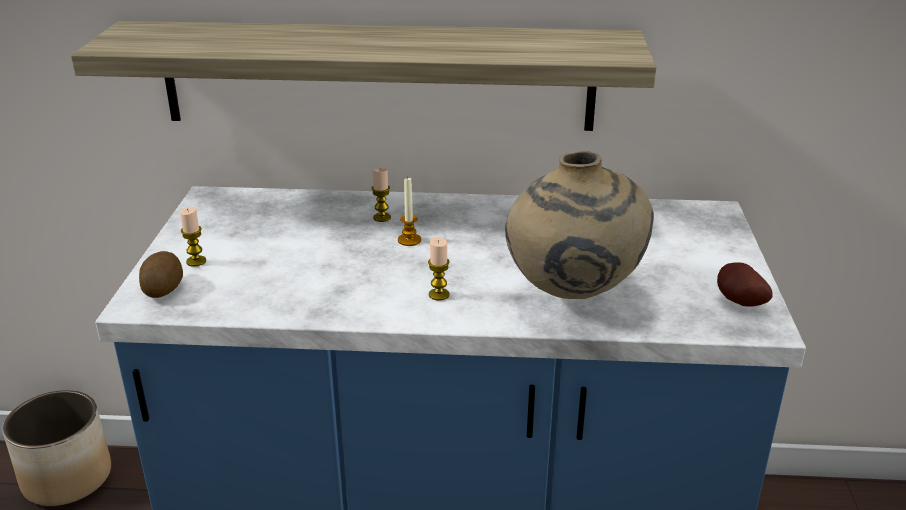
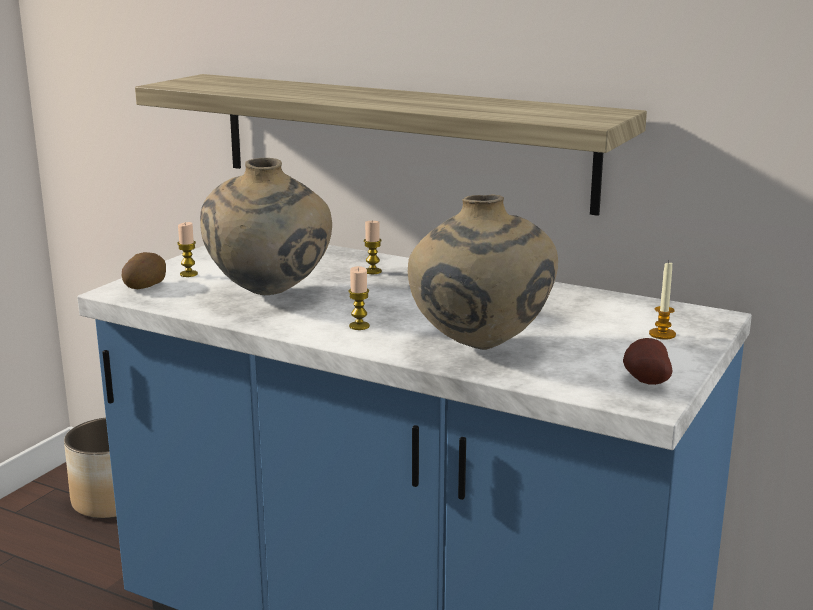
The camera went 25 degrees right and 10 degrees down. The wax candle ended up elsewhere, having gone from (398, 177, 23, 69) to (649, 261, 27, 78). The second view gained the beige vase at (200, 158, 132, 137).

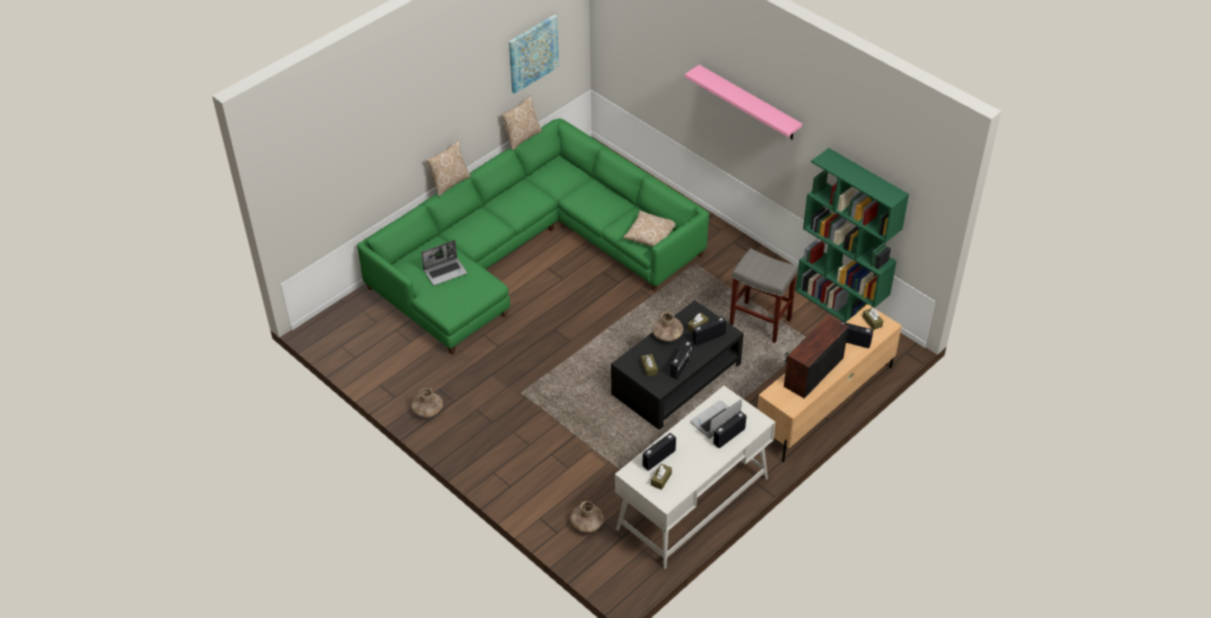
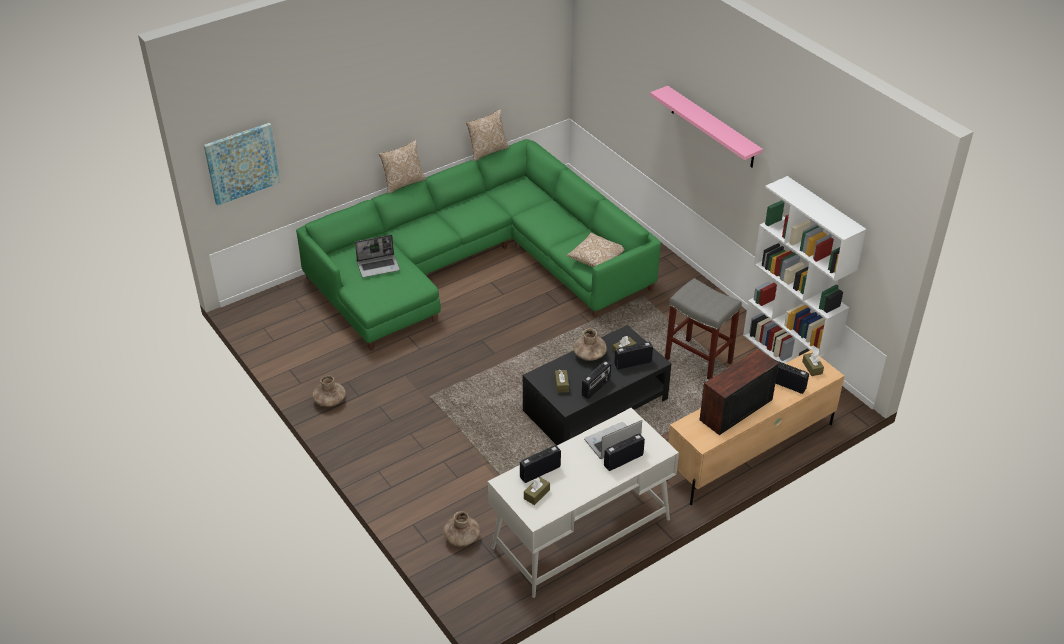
The camera went 10 degrees right and 5 degrees down. The wall picture ended up elsewhere, having gone from (509, 15, 50, 79) to (204, 123, 76, 83). What was the green bookcase at (796, 148, 113, 174) turned into the whitish bookcase at (743, 176, 123, 188).

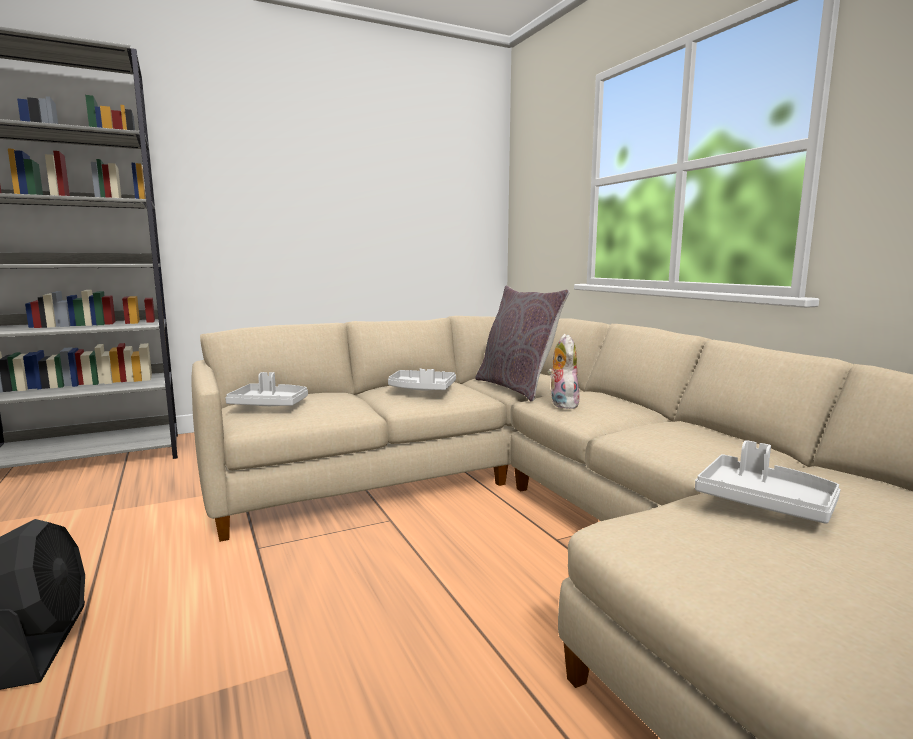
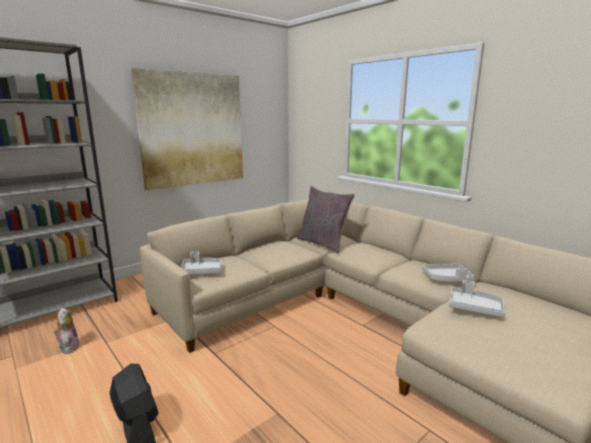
The camera went 15 degrees left and 5 degrees up. The soft toy ended up elsewhere, having gone from (548, 334, 32, 75) to (53, 307, 27, 47). The gray carrying tray ended up elsewhere, having gone from (388, 369, 68, 21) to (422, 264, 53, 18). The second view gained the wall picture at (131, 68, 112, 122).

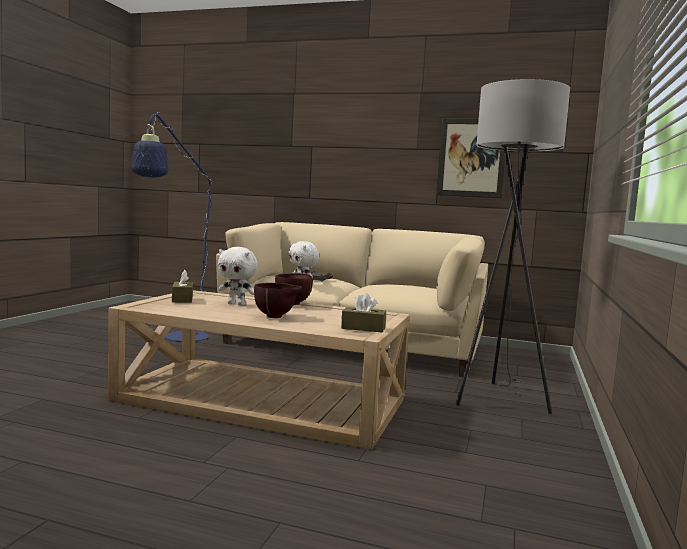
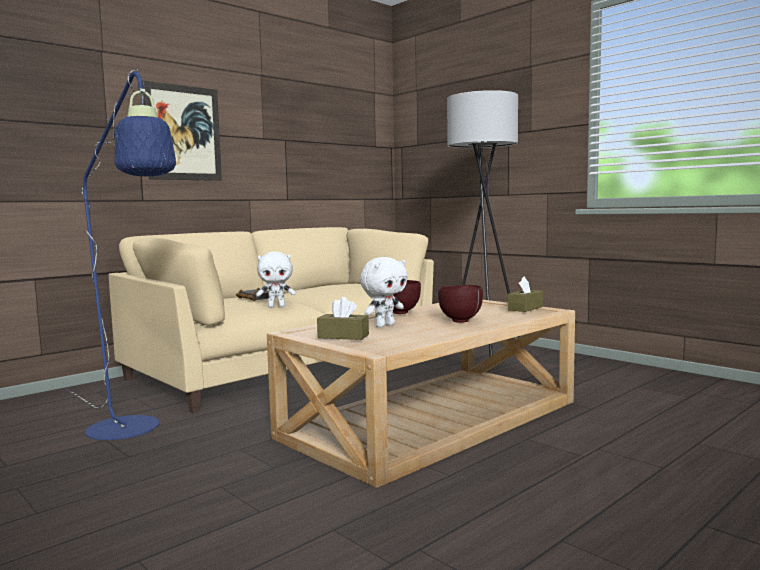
The camera went 60 degrees left and 0 degrees up. The wall picture ended up elsewhere, having gone from (437, 118, 68, 80) to (143, 80, 79, 101).

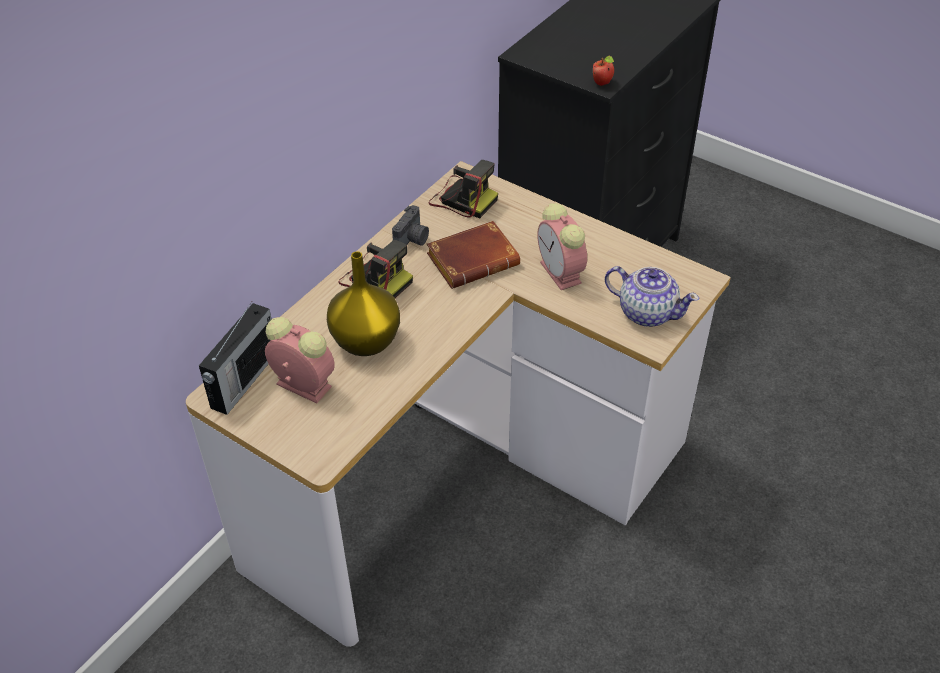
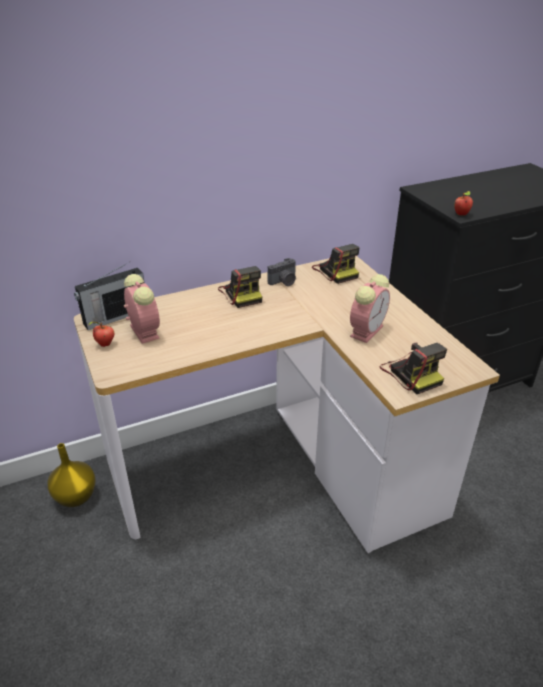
The camera went 30 degrees right and 10 degrees down. The alarm clock at (537, 203, 50, 87) ended up facing another way, 150 degrees counterclockwise from before. The second view lost the brown volume at (427, 221, 93, 68). The yellowish vase ended up elsewhere, having gone from (327, 251, 73, 105) to (48, 443, 48, 64). Where the pot for tea stood at (605, 266, 94, 61), the photo camera came to stand at (380, 342, 67, 52). The second view gained the whole apple at (88, 321, 26, 26).

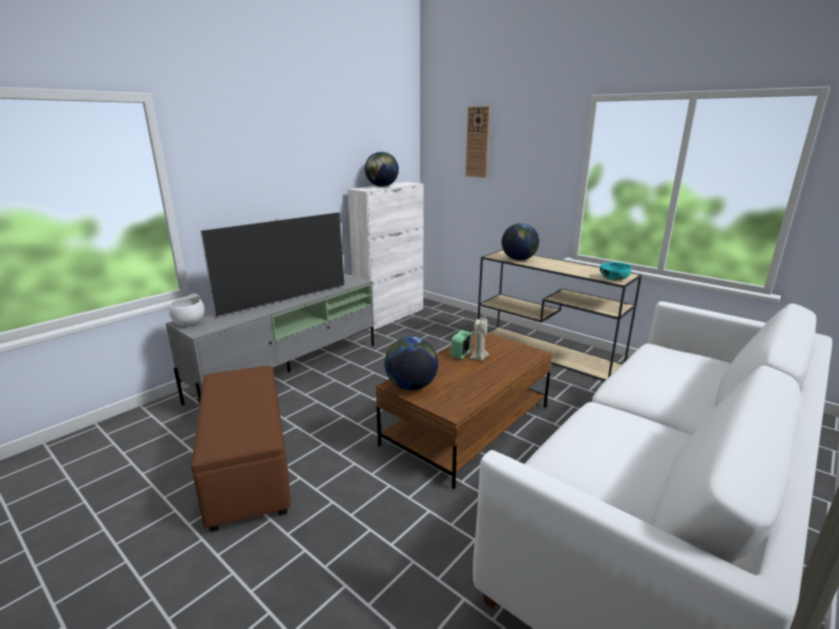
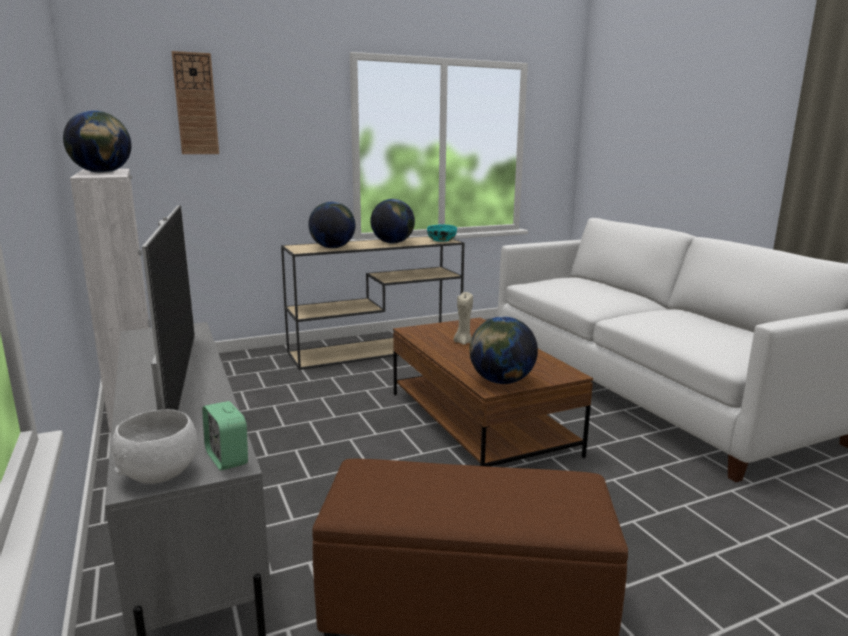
The camera went 65 degrees left and 5 degrees down. The alarm clock ended up elsewhere, having gone from (450, 330, 22, 29) to (202, 401, 46, 70). The second view gained the desk globe at (370, 199, 45, 44).

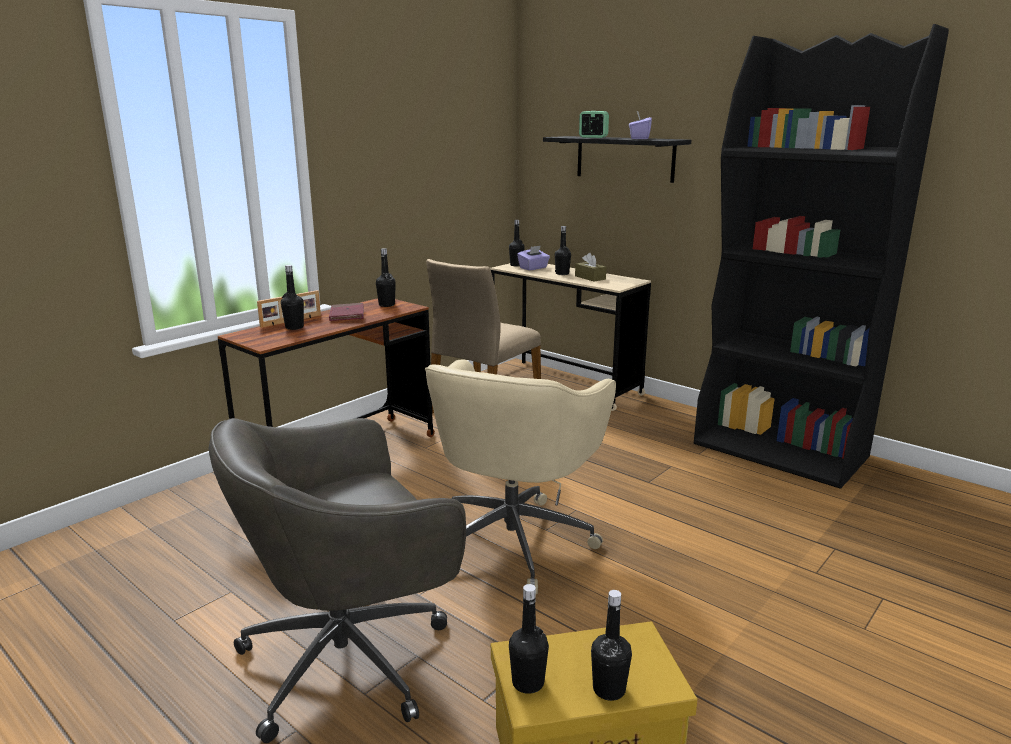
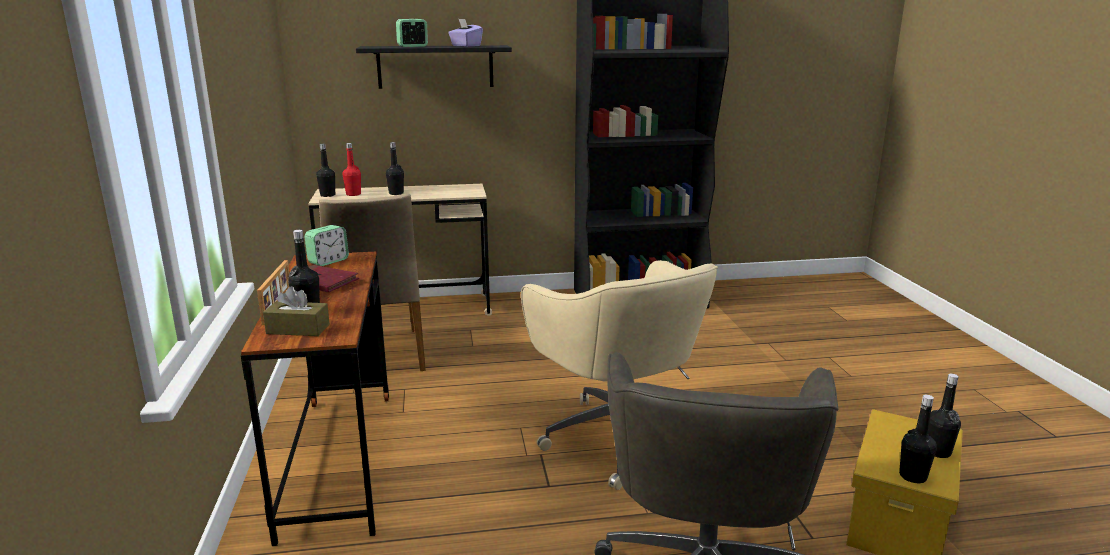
The camera went 50 degrees left and 0 degrees up. Where the purple tissue holder stood at (517, 246, 33, 24), the red-coloured beverage bottle came to stand at (342, 143, 19, 53). Where the blackish beverage bottle stood at (376, 248, 20, 59), the alarm clock came to stand at (305, 225, 44, 41). The brown tissue holder ended up elsewhere, having gone from (575, 253, 31, 28) to (263, 286, 67, 50).

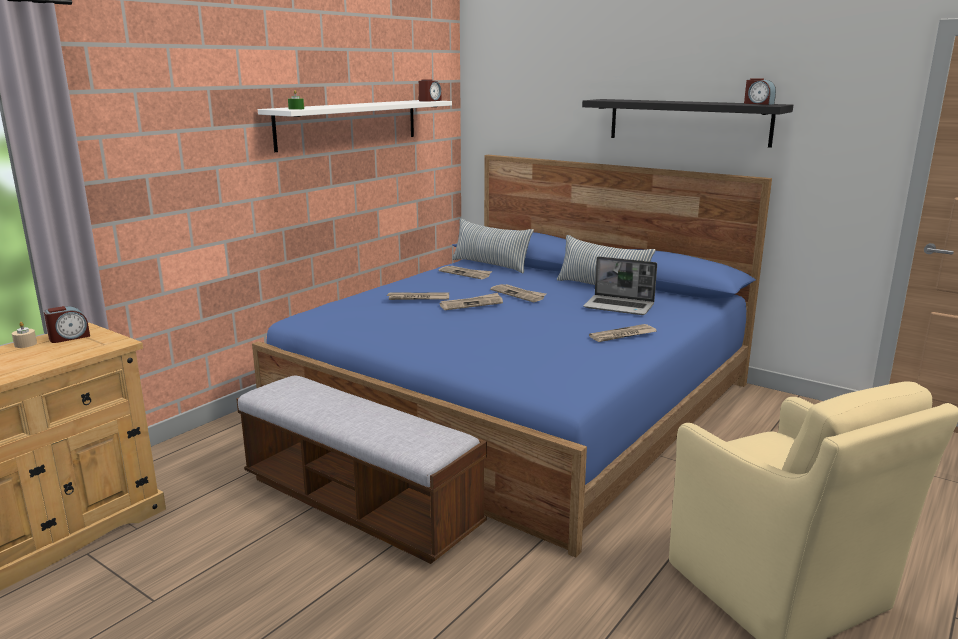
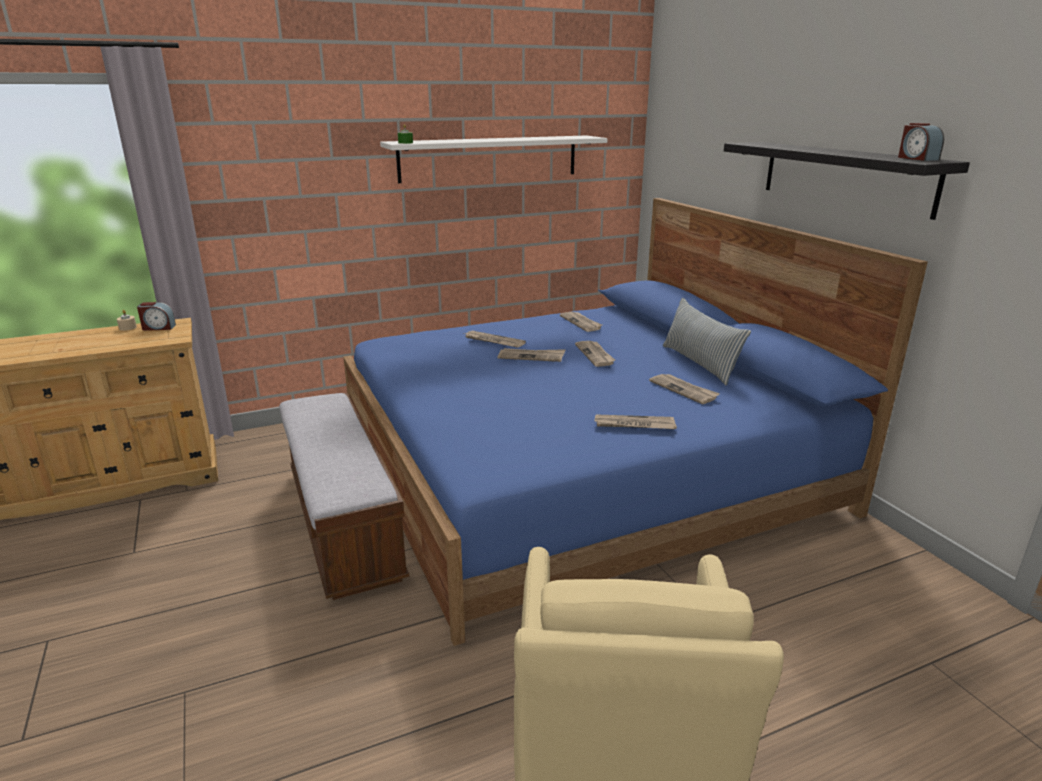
The camera went 30 degrees right and 5 degrees up. The second view lost the alarm clock at (419, 79, 22, 23). The second view lost the cushion at (452, 218, 82, 56). Where the notebook computer stood at (583, 256, 74, 59), the printed paper came to stand at (649, 374, 71, 30).

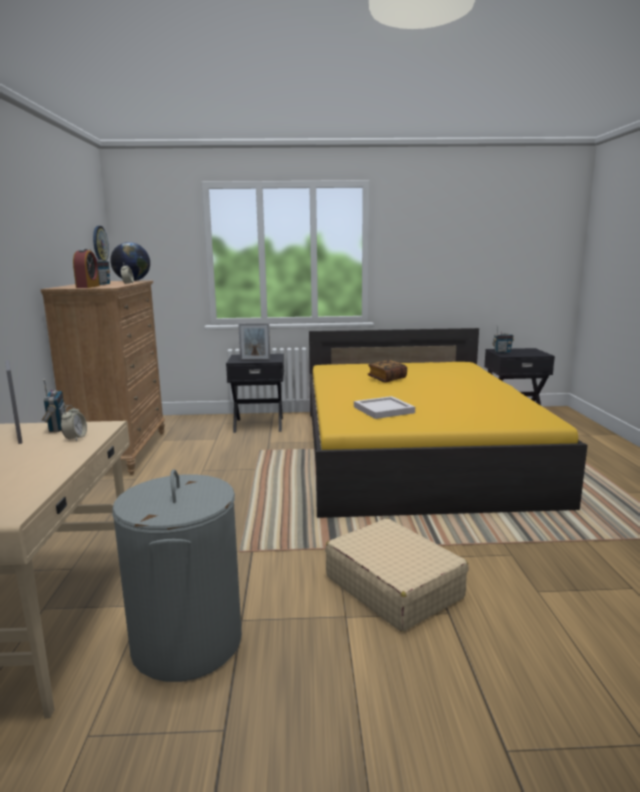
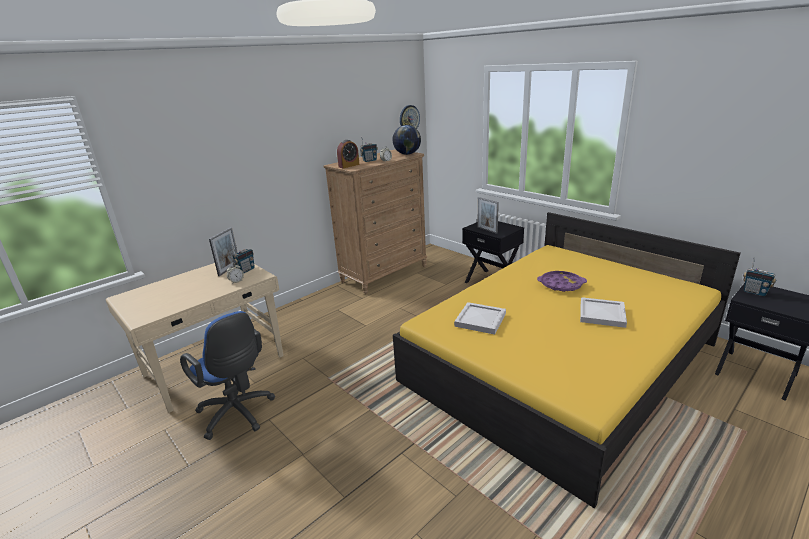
The camera went 50 degrees right and 10 degrees up. Where the volume stood at (368, 360, 39, 23), the purple carrying tray came to stand at (537, 271, 50, 21). Where the gray washing basket stood at (112, 470, 130, 212), the blue computer chair came to stand at (180, 311, 95, 129). The second view lost the beige suitcase at (325, 518, 144, 114). The second view gained the whitish carrying tray at (580, 297, 47, 31).

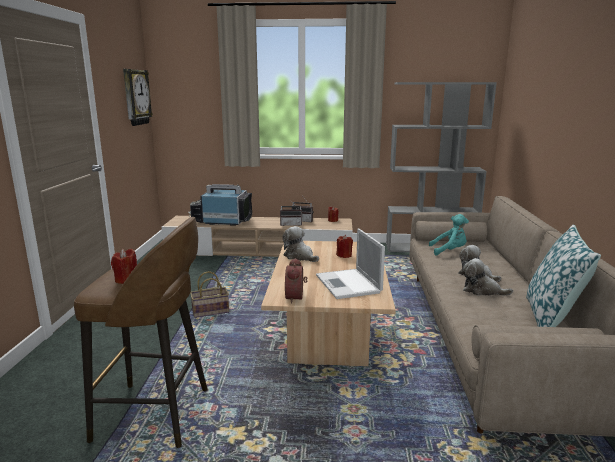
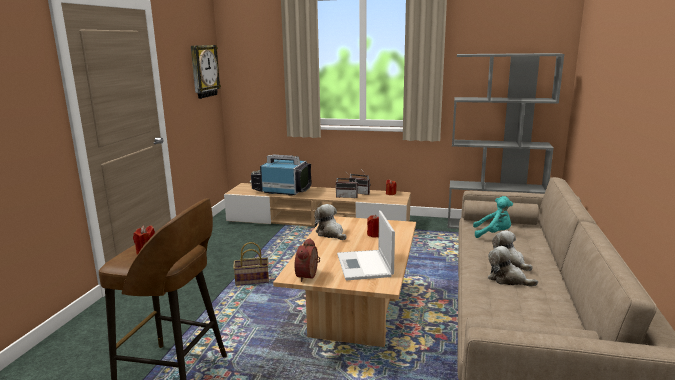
The camera went 10 degrees right and 0 degrees up. The second view lost the cushion at (526, 225, 75, 102).

